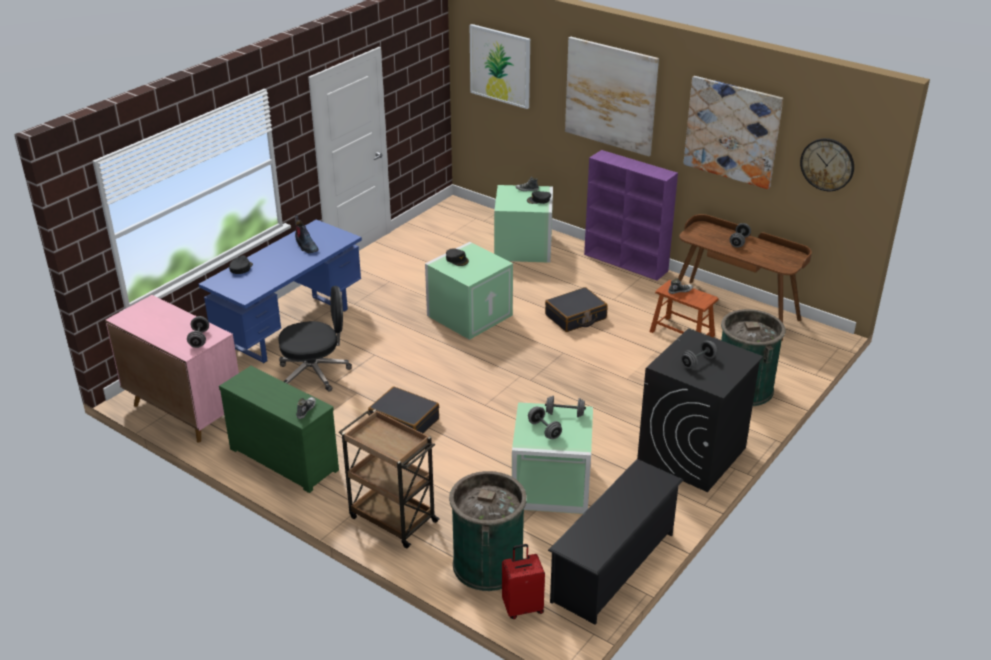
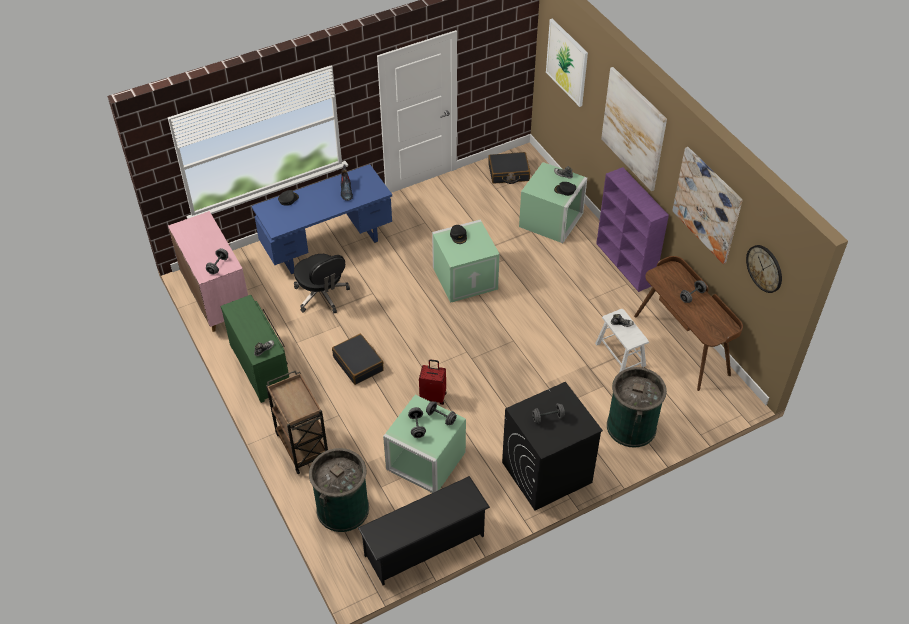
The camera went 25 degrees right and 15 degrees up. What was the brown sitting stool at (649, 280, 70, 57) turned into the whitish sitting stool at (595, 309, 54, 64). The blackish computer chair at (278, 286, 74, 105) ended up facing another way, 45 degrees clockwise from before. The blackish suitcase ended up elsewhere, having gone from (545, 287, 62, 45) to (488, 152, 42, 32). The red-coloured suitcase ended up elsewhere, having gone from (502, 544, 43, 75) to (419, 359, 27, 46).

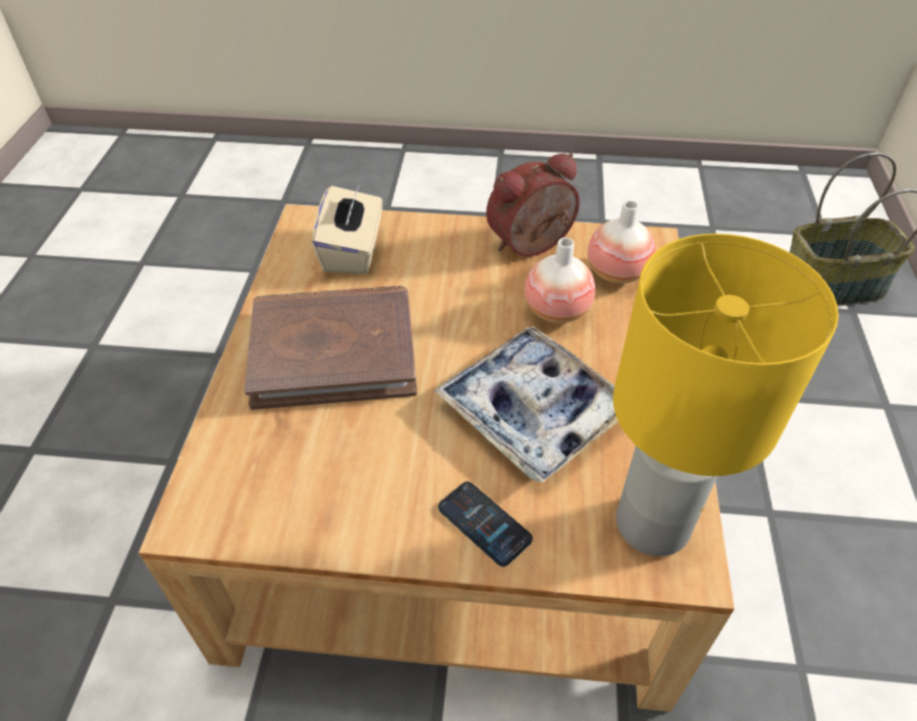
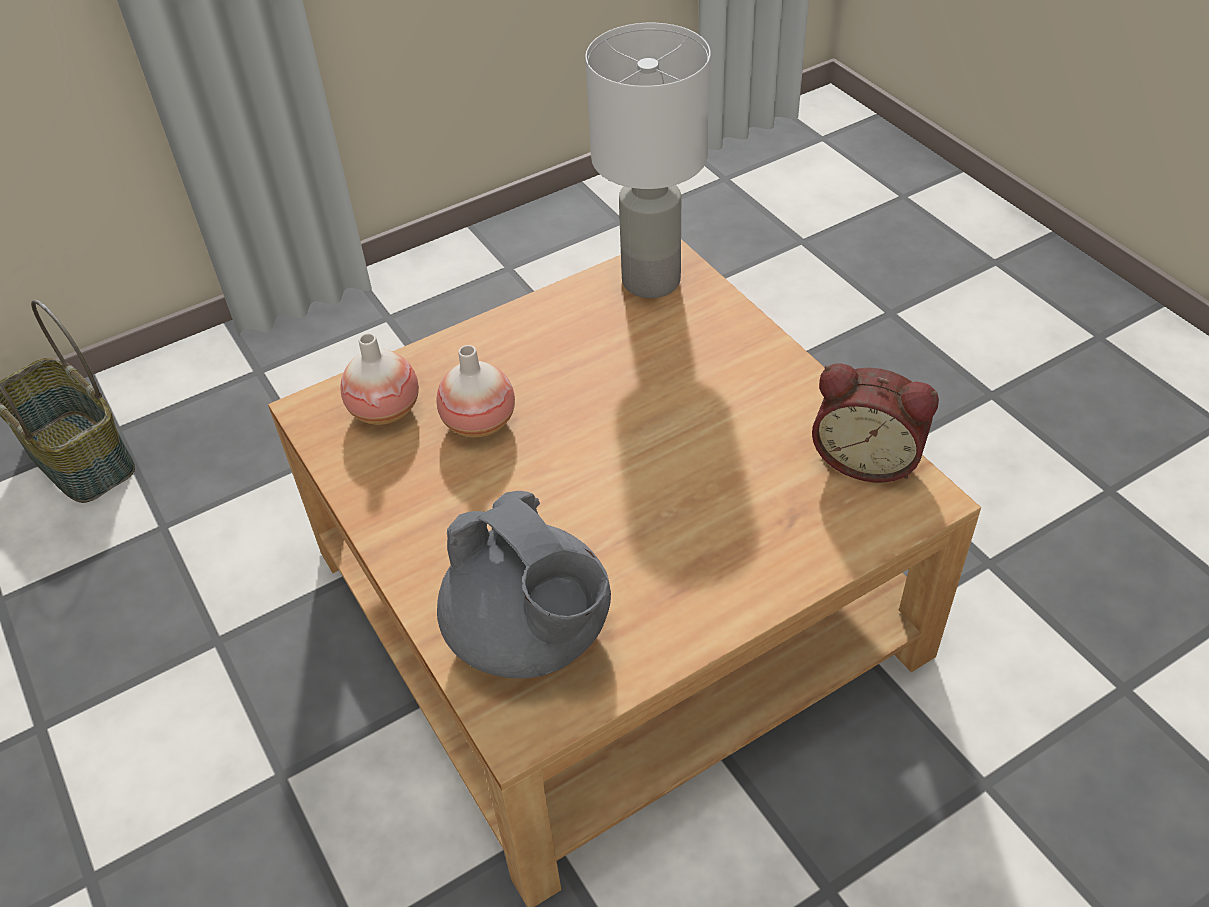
The camera went 125 degrees left and 0 degrees up. The alarm clock ended up elsewhere, having gone from (486, 153, 94, 103) to (812, 363, 127, 119). Where the beige tissue holder stood at (312, 184, 70, 90), the gray pot for tea came to stand at (437, 491, 174, 187). What was the yellowish table lamp at (613, 234, 226, 322) turned into the whitish table lamp at (585, 23, 126, 275). The second view lost the brown volume at (244, 286, 173, 124). The second view lost the carrying tray at (434, 326, 184, 157). The second view lost the telephone at (438, 482, 95, 85).

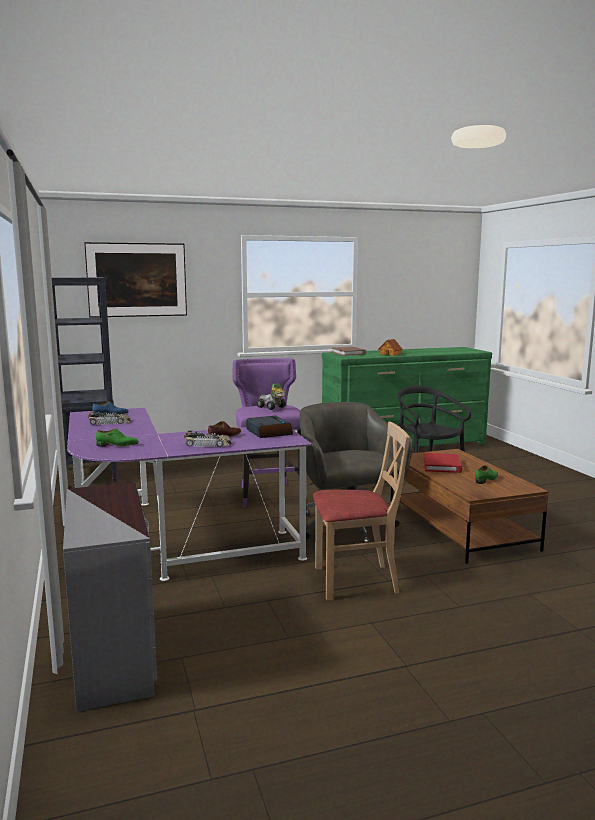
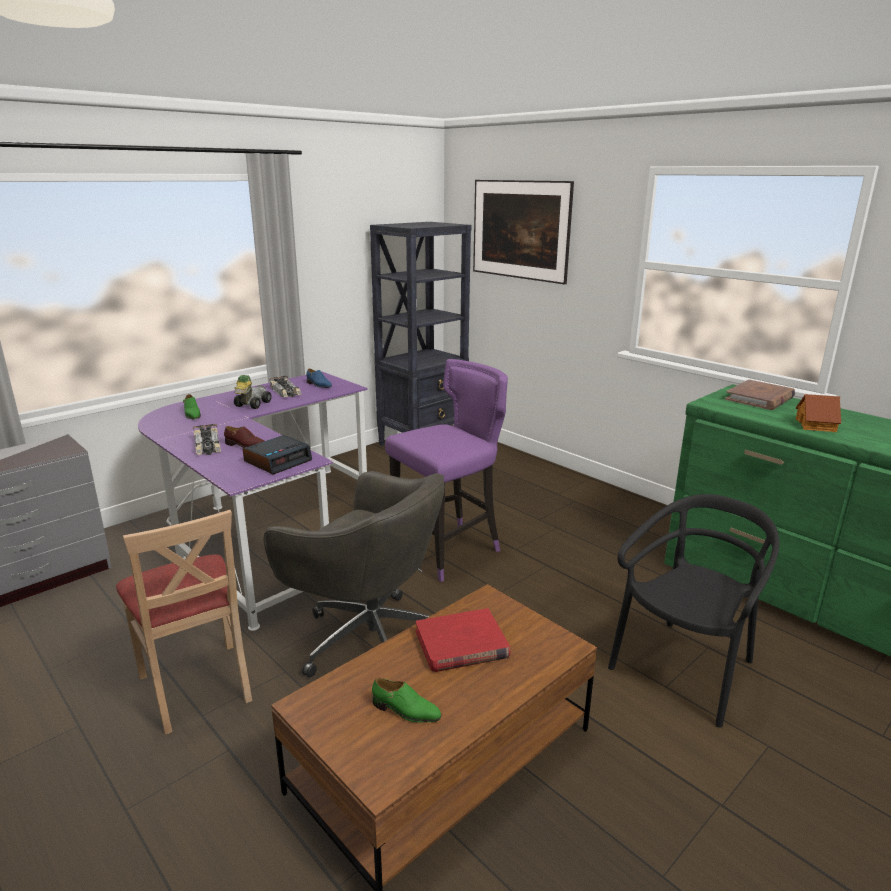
The camera went 65 degrees right and 10 degrees up. The toy car ended up elsewhere, having gone from (256, 383, 30, 27) to (234, 375, 38, 34). The gray computer chair at (300, 402, 112, 141) ended up facing another way, 75 degrees clockwise from before.

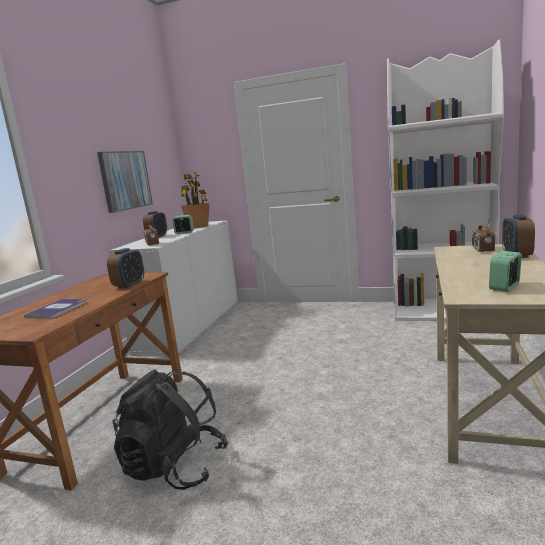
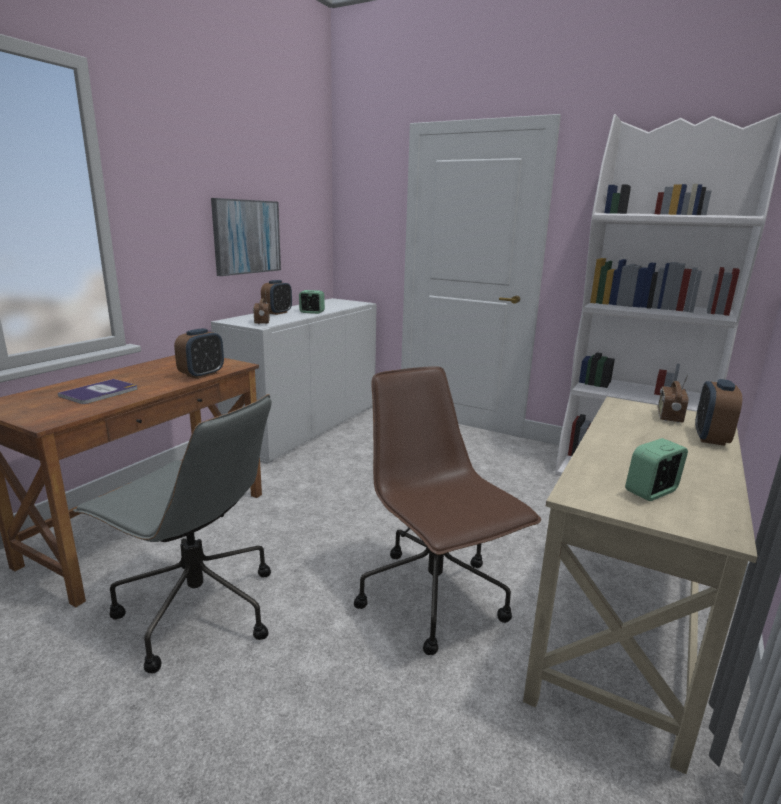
The camera went 10 degrees right and 5 degrees up. The second view lost the potted plant at (181, 172, 29, 57). Where the blackish rucksack stood at (112, 369, 117, 121), the gray computer chair came to stand at (73, 394, 199, 279). The second view gained the brown computer chair at (354, 366, 187, 289).

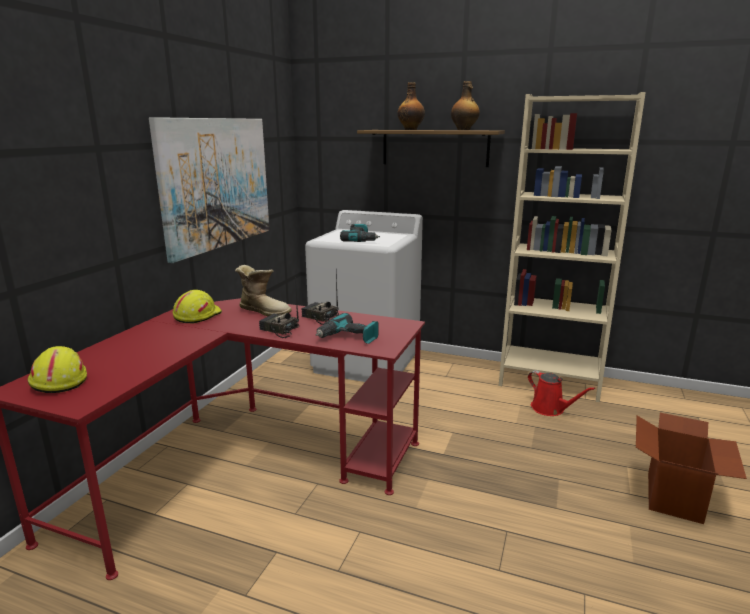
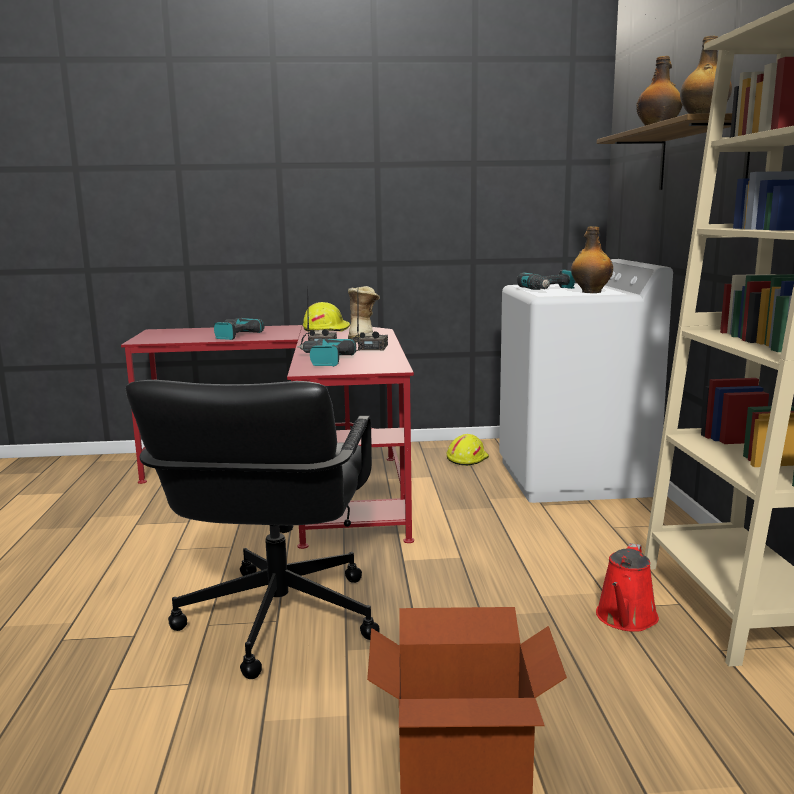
The camera went 65 degrees right and 5 degrees down. The second view lost the wall picture at (149, 117, 120, 146). The yellowish hard hat ended up elsewhere, having gone from (28, 346, 59, 47) to (446, 434, 43, 32). The second view gained the beverage bottle at (571, 226, 42, 67). The second view gained the electric drill at (214, 318, 51, 22). The second view gained the blackish computer chair at (125, 380, 255, 299).

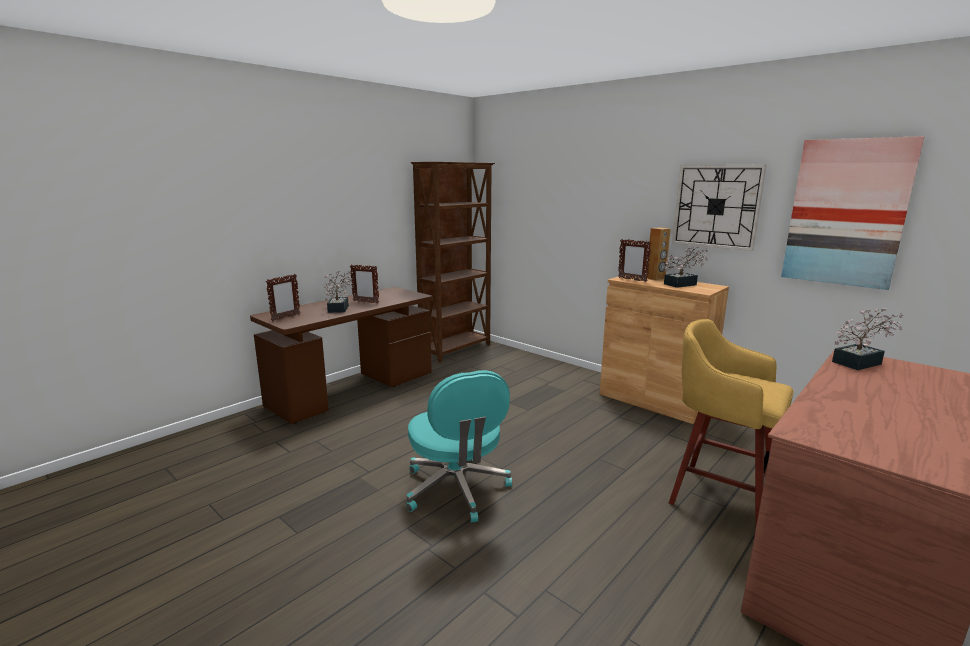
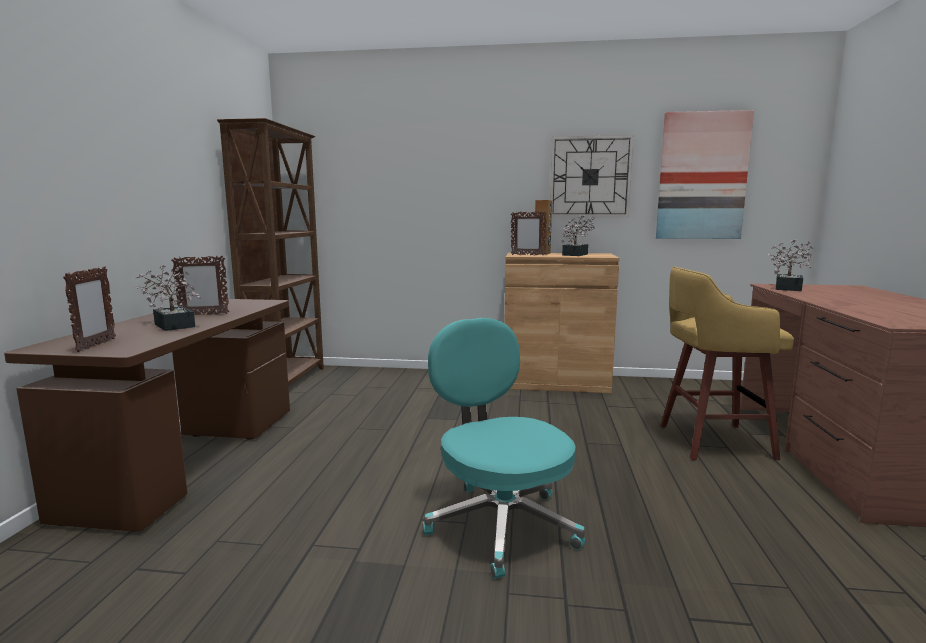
The camera went 35 degrees left and 5 degrees down. The turquoise-coloured computer chair at (406, 370, 106, 153) ended up facing another way, 150 degrees counterclockwise from before.

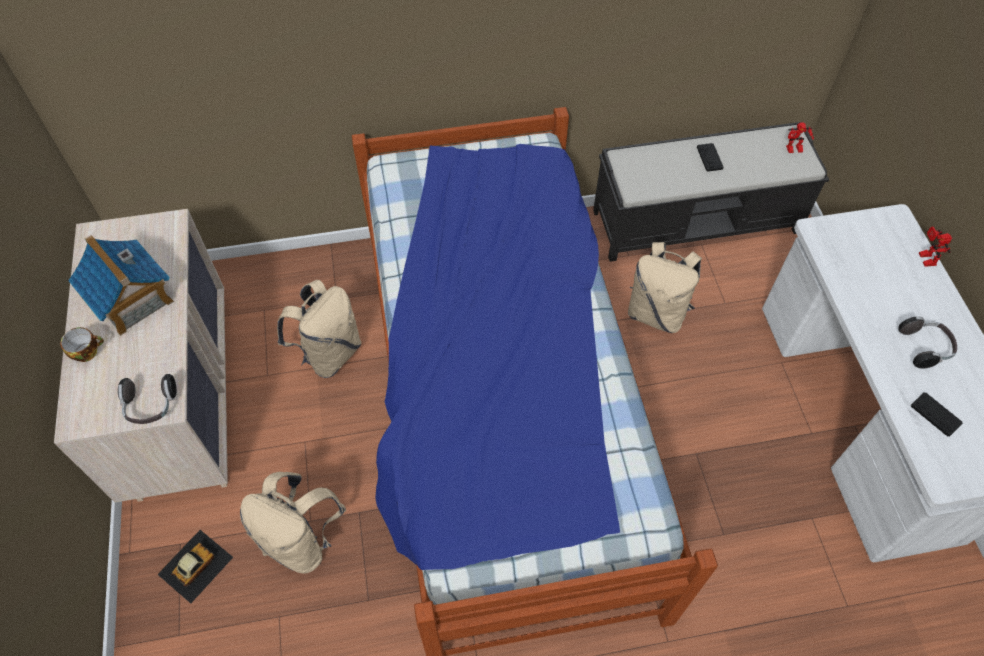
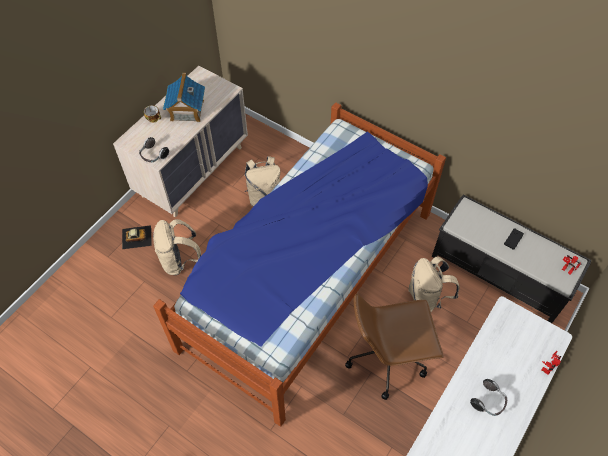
The camera went 45 degrees right and 0 degrees up. The second view lost the blackish game controller at (911, 392, 52, 45). The second view gained the brown computer chair at (345, 293, 99, 107).

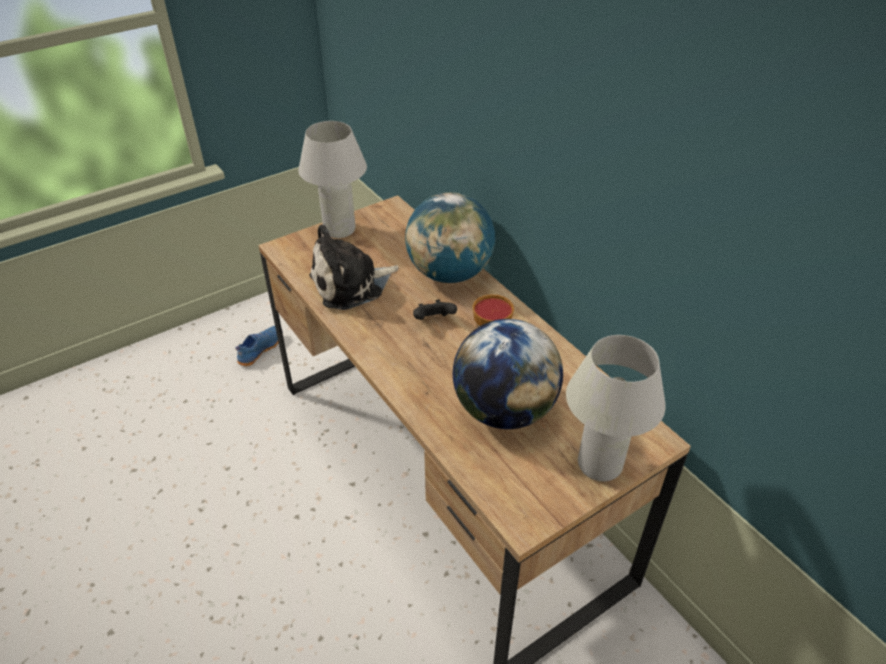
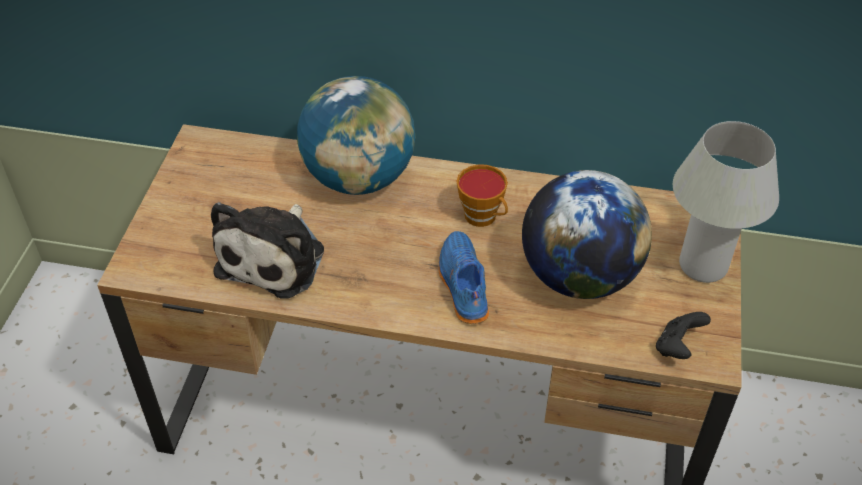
The camera went 45 degrees left and 5 degrees up. The second view lost the whitish table lamp at (298, 121, 69, 117). The blackish game controller ended up elsewhere, having gone from (413, 300, 44, 20) to (656, 312, 55, 47). The blue low shoe ended up elsewhere, having gone from (235, 326, 48, 40) to (438, 231, 51, 93).

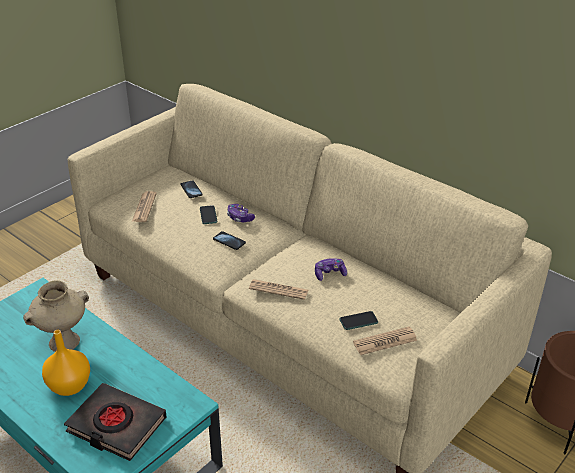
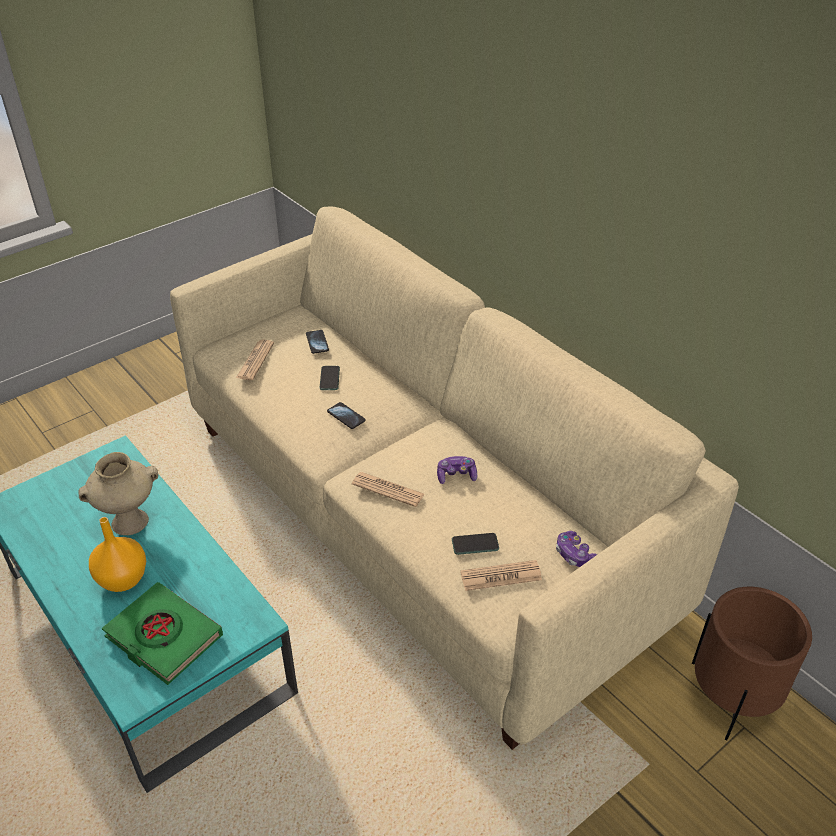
The camera went 10 degrees right and 5 degrees up. The game controller ended up elsewhere, having gone from (227, 204, 28, 18) to (556, 531, 41, 36). What was the blackish volume at (64, 383, 103, 78) turned into the green volume at (102, 582, 121, 103).

